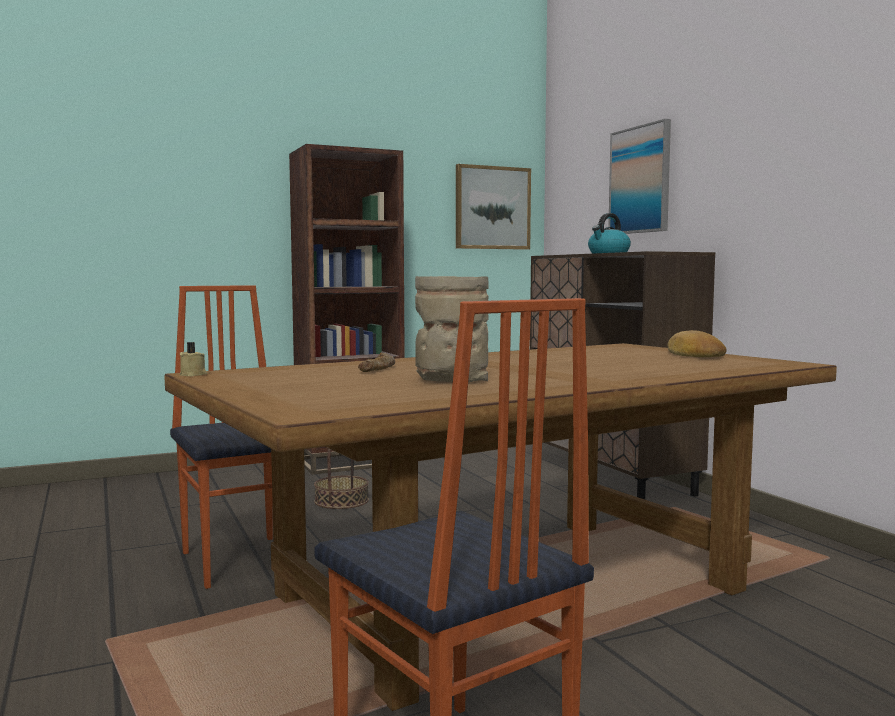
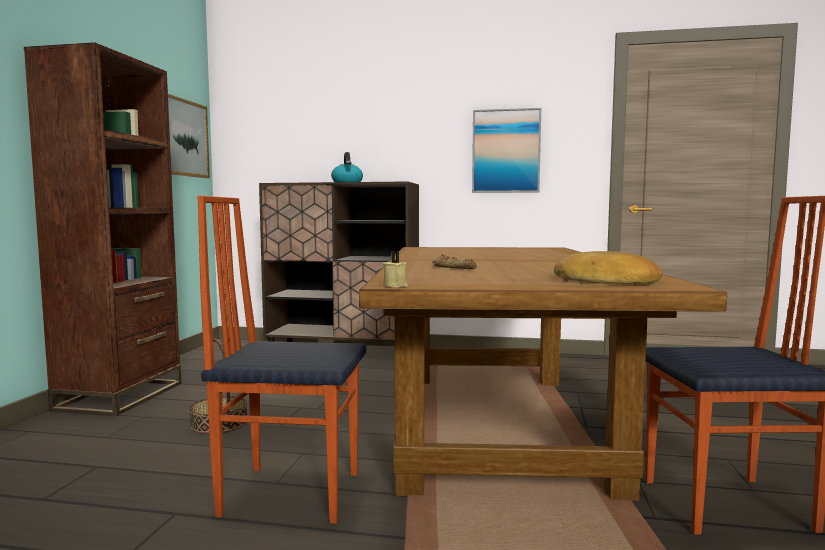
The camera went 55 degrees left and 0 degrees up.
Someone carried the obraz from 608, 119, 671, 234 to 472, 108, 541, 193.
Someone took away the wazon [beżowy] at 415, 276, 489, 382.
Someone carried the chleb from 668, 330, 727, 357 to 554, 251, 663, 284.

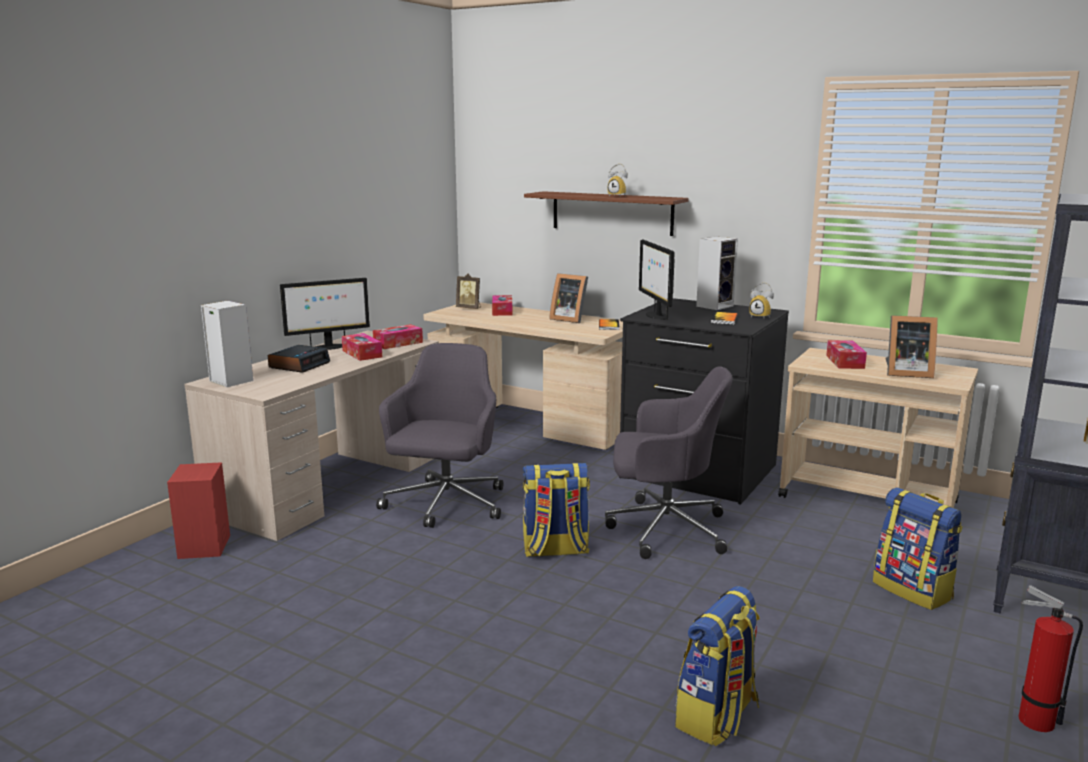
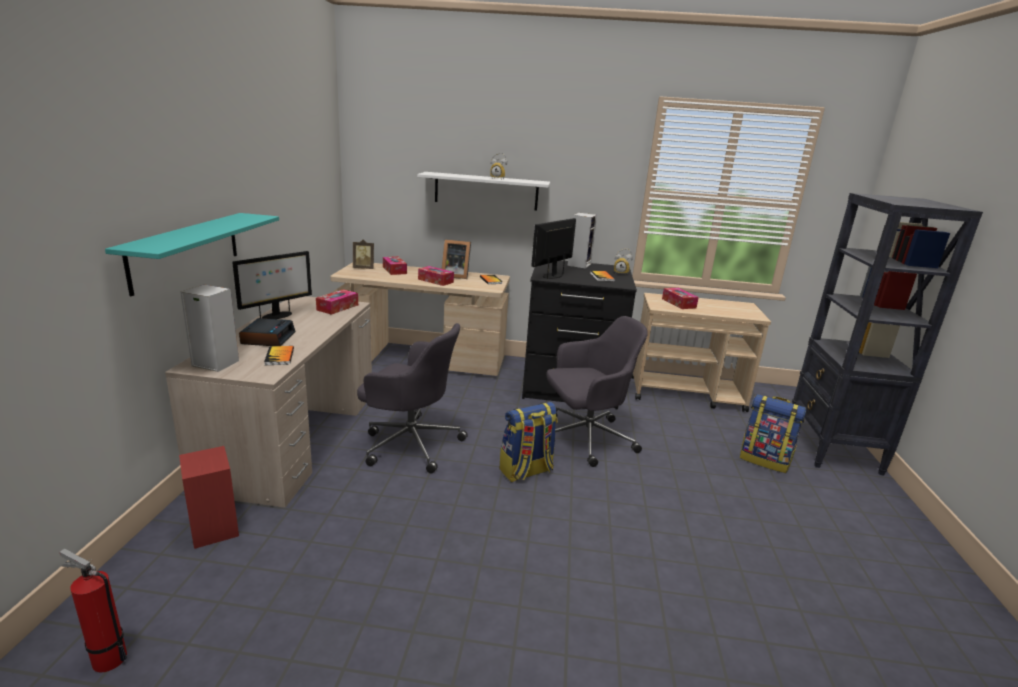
The camera went 25 degrees left and 5 degrees up.
Someone repainted the półka [brązowy] at 524, 191, 688, 236, which became the półka [biały] at 417, 172, 550, 211.
Someone rotated the monitor at 639, 239, 674, 320 by 75 degrees clockwise.
Someone took away the ramka na zdjęcie at 885, 315, 938, 378.
Someone carried the pudełko chusteczek from 342, 333, 382, 361 to 418, 266, 454, 286.
Someone rotated the krzesło biurowe [szary] at 376, 343, 504, 528 by 120 degrees clockwise.
Someone carried the gaśnica from 1018, 585, 1083, 732 to 60, 549, 127, 672.
Someone took away the plecak at 675, 586, 760, 746.
Someone put up the półka [turkusowy] at 105, 213, 279, 296.
Someone put down the książka at 264, 346, 294, 365.

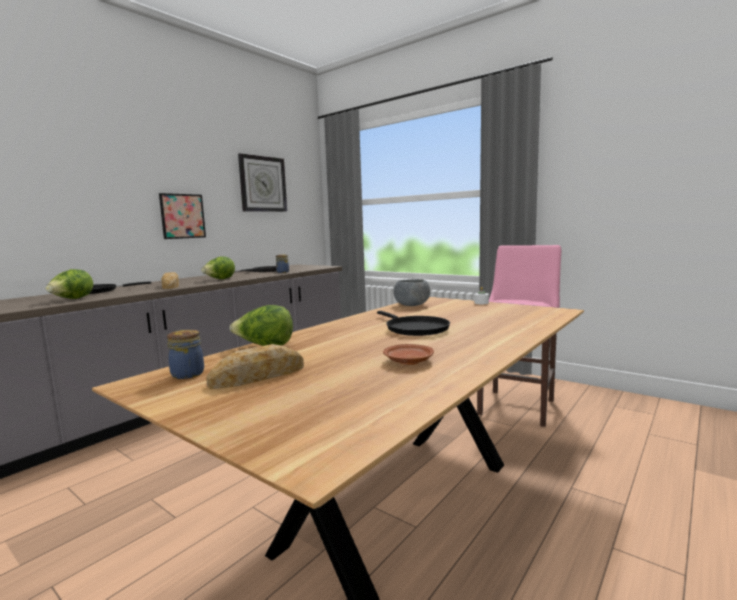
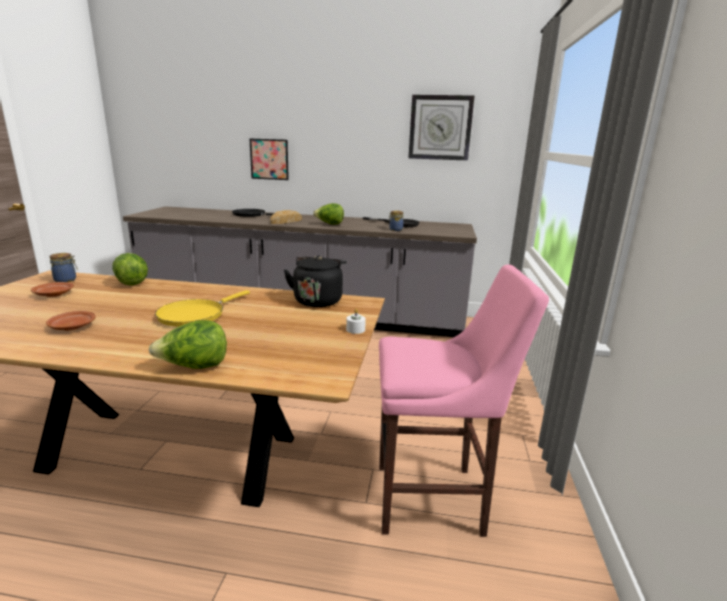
The camera went 60 degrees right and 10 degrees up.
Someone carried the obraz from 159, 193, 206, 239 to 249, 138, 289, 180.
Someone carried the sałata from 46, 269, 93, 299 to 149, 320, 227, 369.
Someone swapped the miska [szary] at 393, 279, 430, 306 for the czajnik [czarny] at 284, 256, 347, 307.
Someone repainted the patelnia [czarny] at 377, 311, 450, 336, which became the patelnia [żółty] at 155, 290, 250, 327.
Someone swapped the chleb at 206, 344, 304, 389 for the talerz [brązowy] at 31, 282, 74, 297.

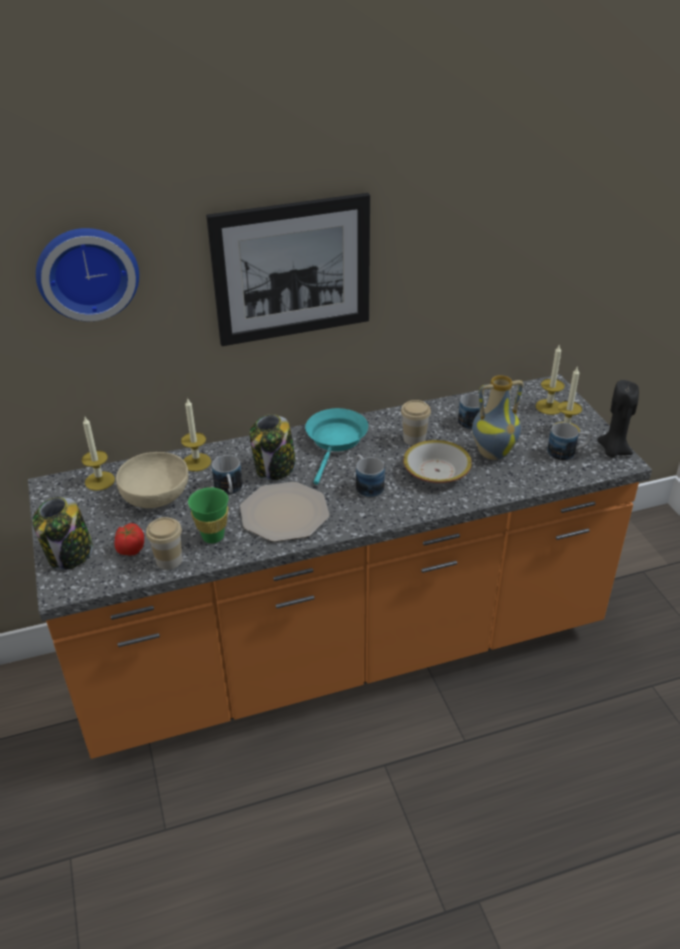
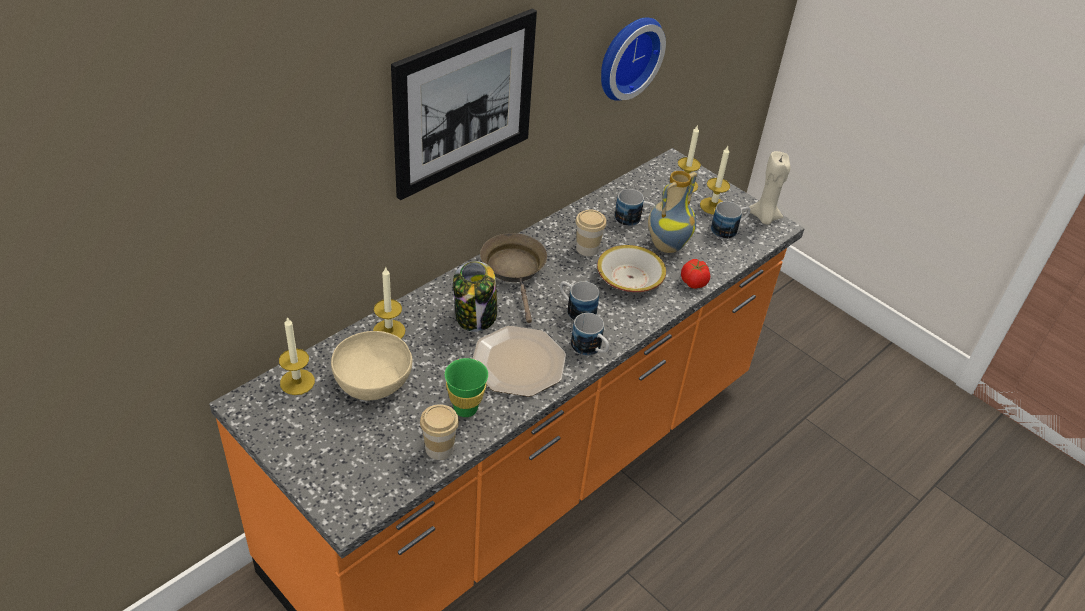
The camera went 30 degrees left and 5 degrees up.
Someone carried the zegar ścienny from 36, 228, 139, 321 to 601, 17, 666, 101.
Someone repainted the świeca [czarny] at 597, 380, 639, 457, which became the świeca [beżowy] at 747, 151, 790, 225.
Someone repainted the patelnia [turkusowy] at 305, 408, 368, 485, which became the patelnia [brązowy] at 480, 233, 547, 323.
Someone carried the kubek from 212, 455, 243, 495 to 571, 313, 609, 356.
Someone took away the słoik at 32, 497, 93, 570.
Someone carried the pomidor from 114, 523, 144, 556 to 681, 259, 710, 289.

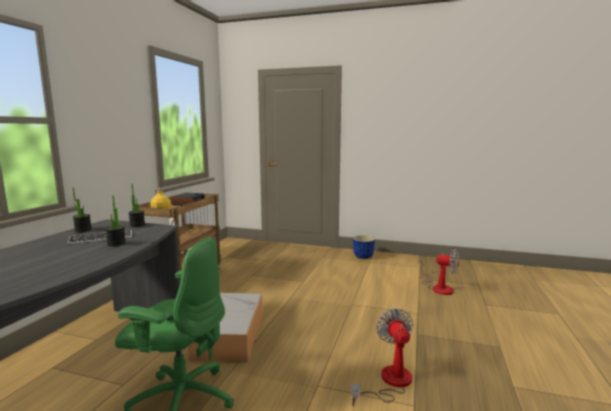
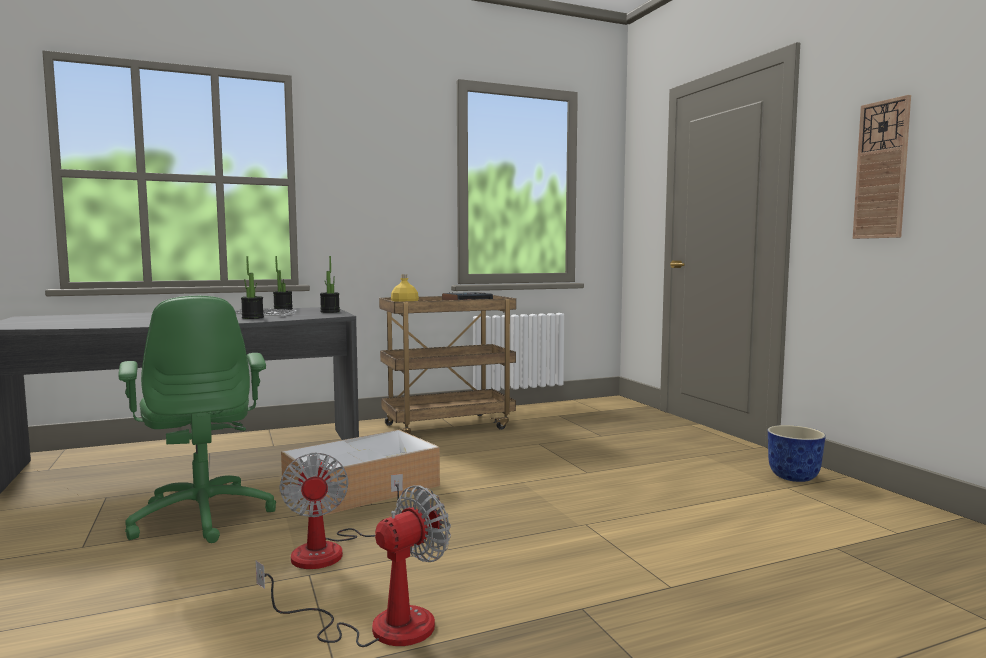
The camera went 50 degrees right and 5 degrees down.
Someone carried the wentylator from 418, 249, 459, 295 to 279, 452, 403, 569.
Someone put up the zegar ścienny at 853, 95, 911, 239.

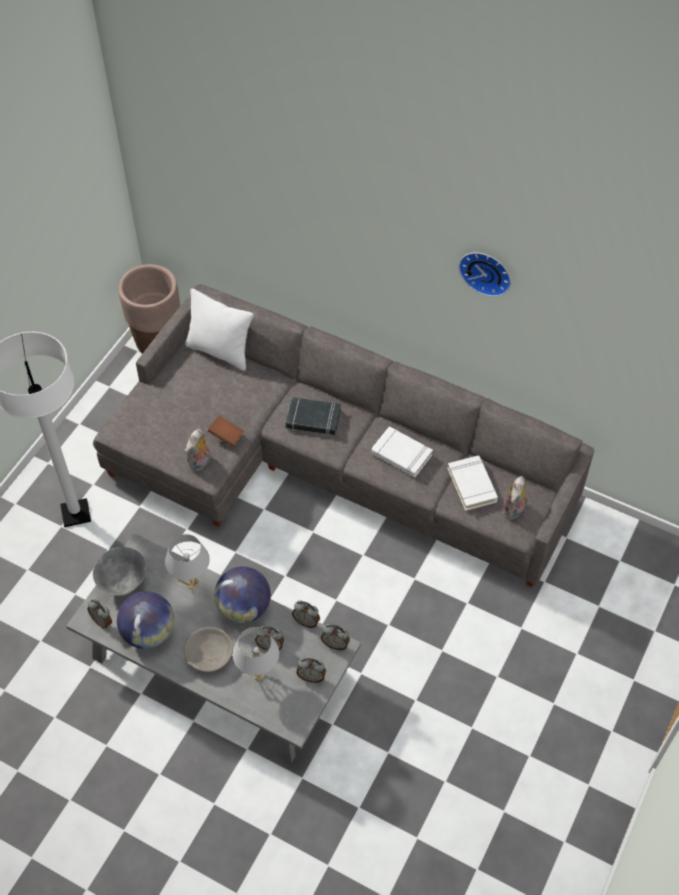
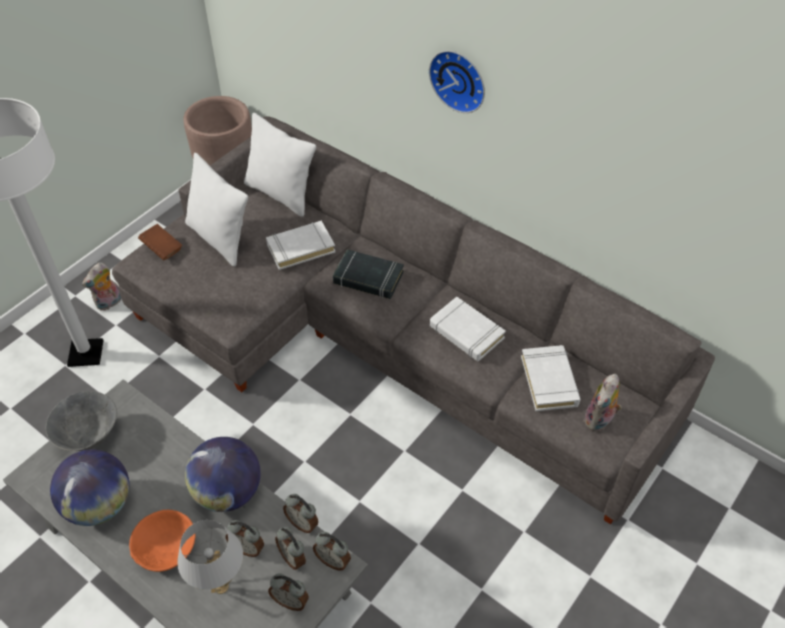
The camera went 10 degrees right and 5 degrees down.
Someone carried the zegar ścienny from 458, 252, 511, 297 to 429, 50, 485, 113.
Someone carried the książka [brązowy] from 208, 415, 244, 447 to 138, 224, 182, 260.
Someone carried the pluszak from 185, 429, 211, 472 to 82, 262, 122, 311.
Someone took away the lampa stołowa [biały] at 165, 534, 210, 589.
Someone carried the budzik from 87, 599, 112, 629 to 275, 527, 306, 570.
Someone repainted the miska [szary] at 184, 627, 233, 672, which became the miska [pomarańczowy] at 129, 510, 196, 572.
Someone put down the poduszka [biały] at 185, 153, 248, 267.
Someone put down the książka [biały] at 266, 221, 335, 270.

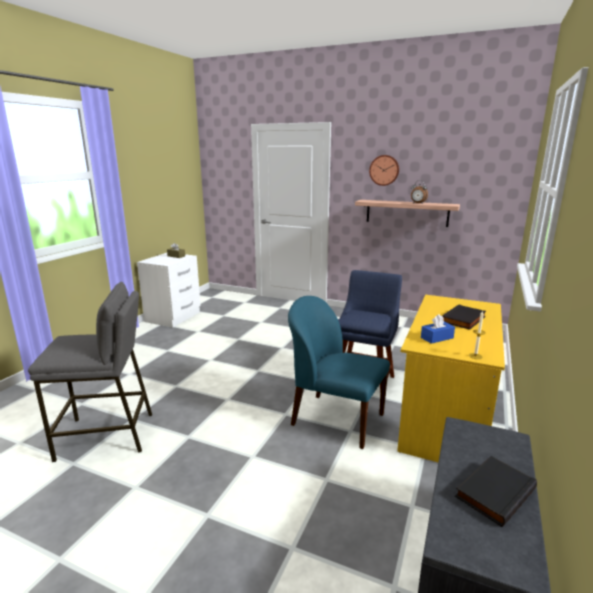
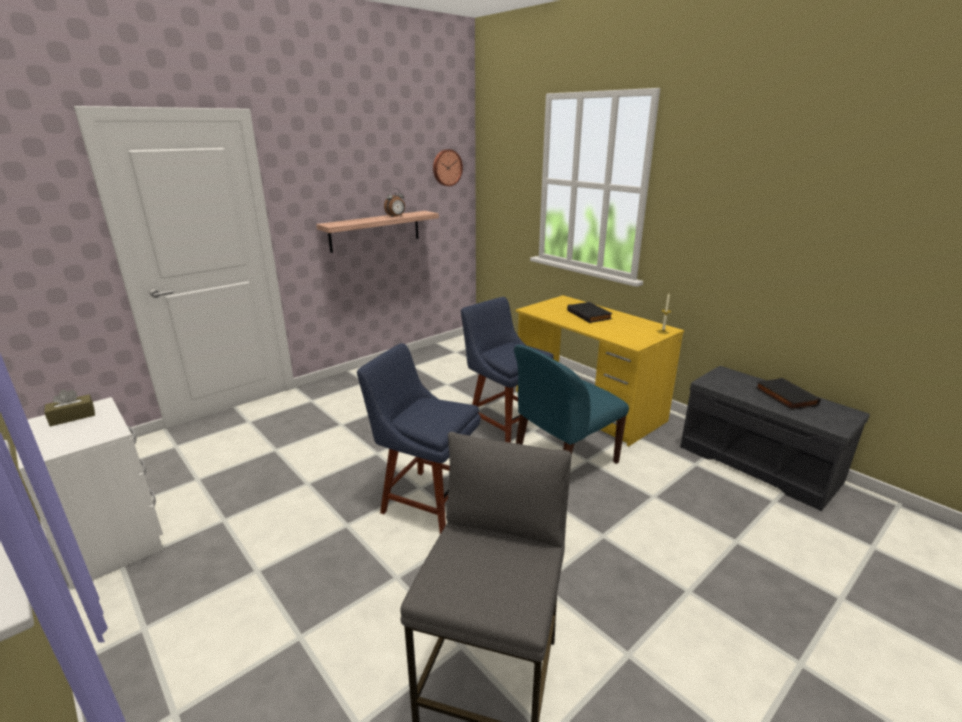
The camera went 65 degrees left and 5 degrees up.
Someone carried the zegar ścienny from 369, 155, 399, 186 to 433, 149, 463, 186.
Someone took away the pudełko chusteczek [niebieski] at 421, 314, 455, 344.
Someone put down the krzesło [niebieski] at 357, 343, 481, 534.

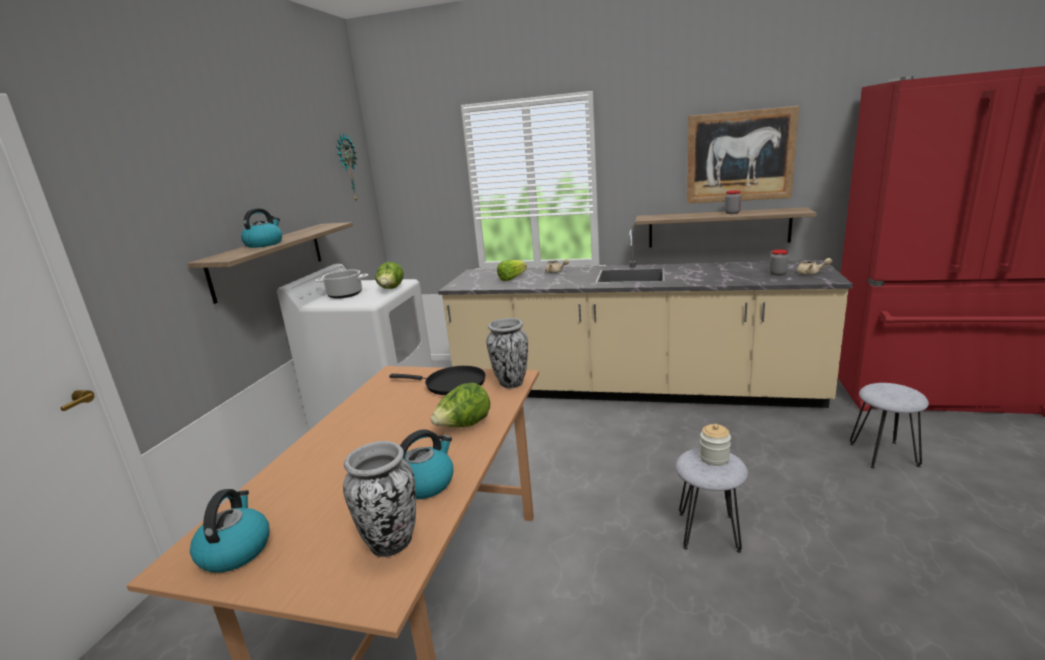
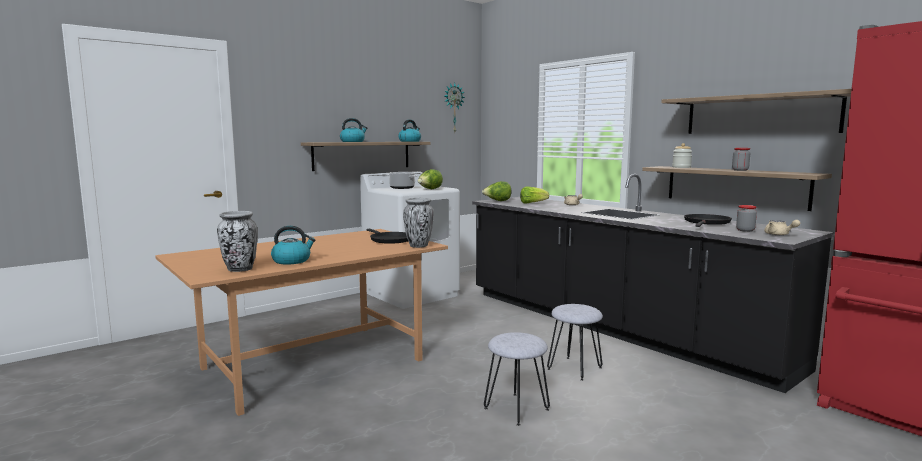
The camera went 35 degrees right and 10 degrees down.
Someone swapped the obraz at 687, 106, 799, 204 for the półka at 661, 89, 851, 134.
Someone repainted the zabudowa kuchenna [beżowy] at 438, 229, 853, 408, which became the zabudowa kuchenna [czarny] at 472, 174, 834, 393.
Someone carried the sałata from 430, 383, 490, 427 to 482, 181, 511, 201.
Someone carried the stołek [szary] from 850, 383, 929, 468 to 547, 304, 603, 381.
Someone carried the słoik from 700, 424, 731, 466 to 672, 143, 692, 168.
Someone carried the czajnik from 190, 489, 270, 573 to 399, 120, 421, 142.
Someone put down the patelnia [czarny] at 684, 214, 732, 227.

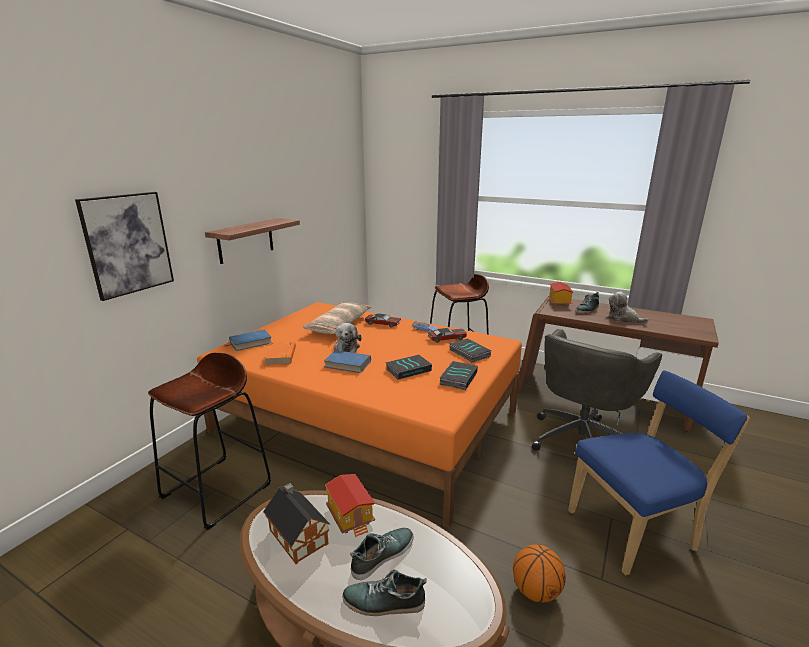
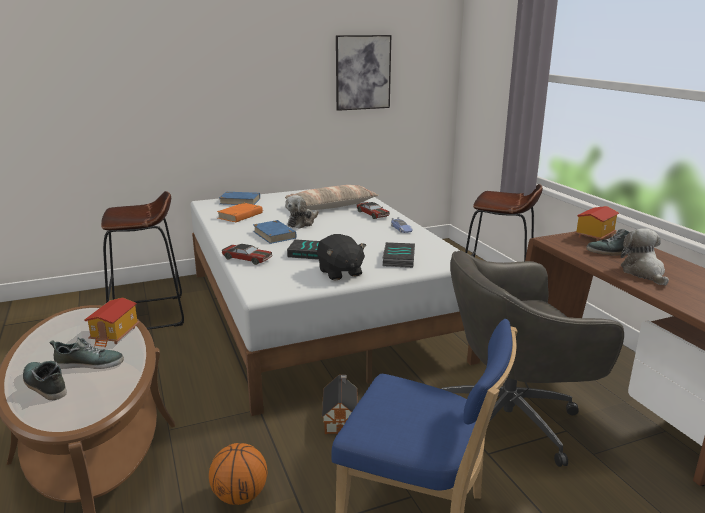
The camera went 40 degrees right and 0 degrees up.
Someone carried the obraz from 75, 192, 174, 301 to 336, 35, 391, 111.
Someone took away the półka at 205, 218, 300, 264.
Someone repainted the łóżko [pomarańczowy] at 197, 302, 522, 527, which became the łóżko [biały] at 190, 189, 480, 416.
Someone carried the samochodzik from 428, 328, 467, 343 to 222, 244, 272, 265.
Someone swapped the książka at 439, 361, 478, 390 for the pluszak [czarny] at 317, 234, 367, 281.
Someone carried the domek from 263, 483, 330, 564 to 322, 375, 358, 434.

